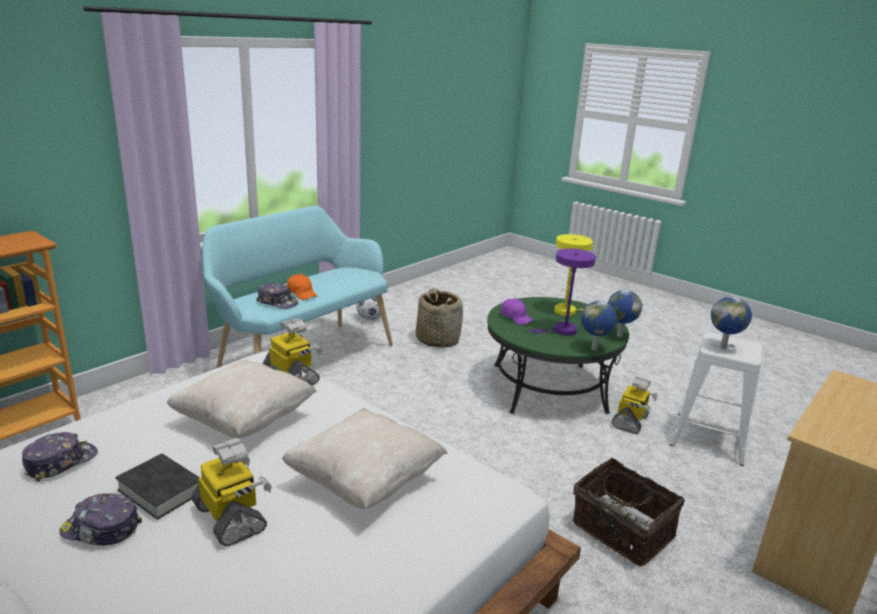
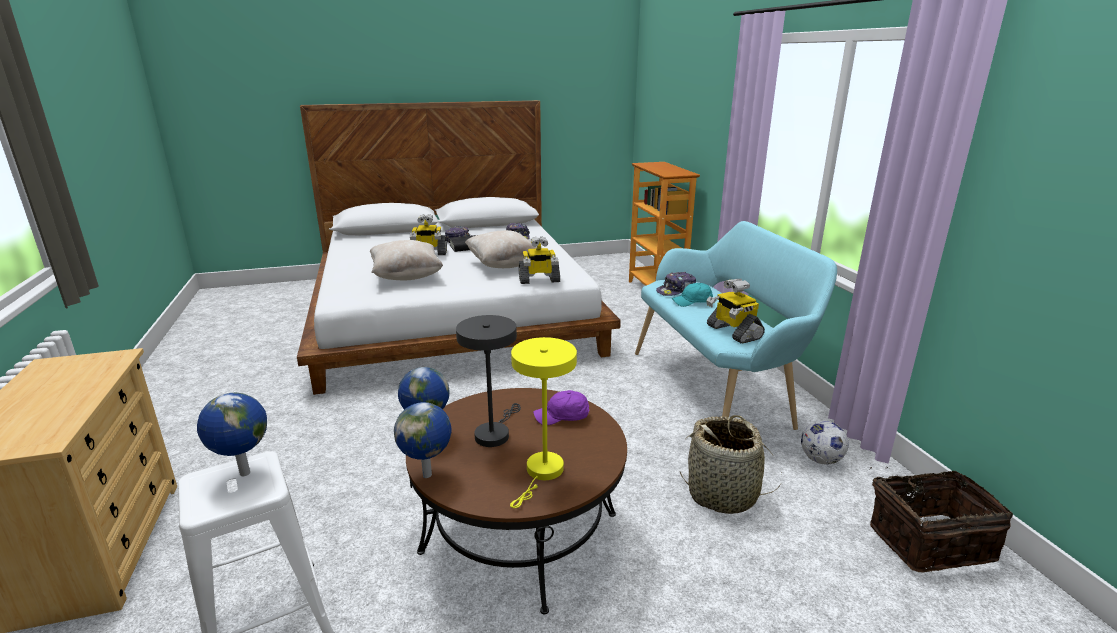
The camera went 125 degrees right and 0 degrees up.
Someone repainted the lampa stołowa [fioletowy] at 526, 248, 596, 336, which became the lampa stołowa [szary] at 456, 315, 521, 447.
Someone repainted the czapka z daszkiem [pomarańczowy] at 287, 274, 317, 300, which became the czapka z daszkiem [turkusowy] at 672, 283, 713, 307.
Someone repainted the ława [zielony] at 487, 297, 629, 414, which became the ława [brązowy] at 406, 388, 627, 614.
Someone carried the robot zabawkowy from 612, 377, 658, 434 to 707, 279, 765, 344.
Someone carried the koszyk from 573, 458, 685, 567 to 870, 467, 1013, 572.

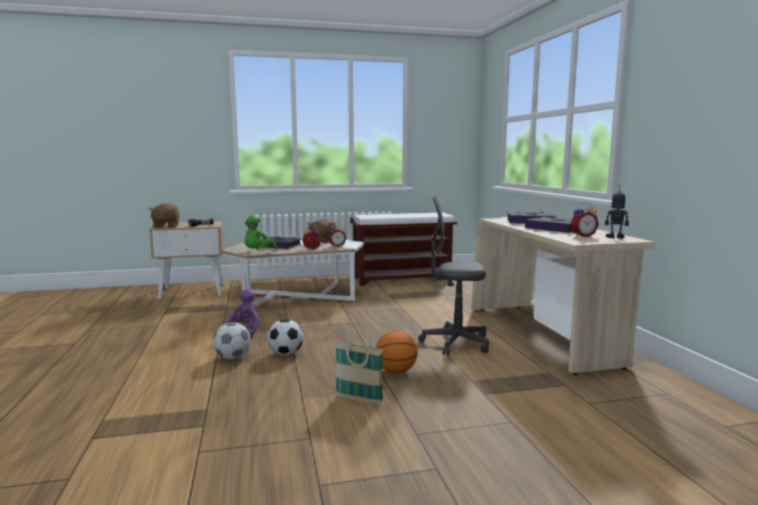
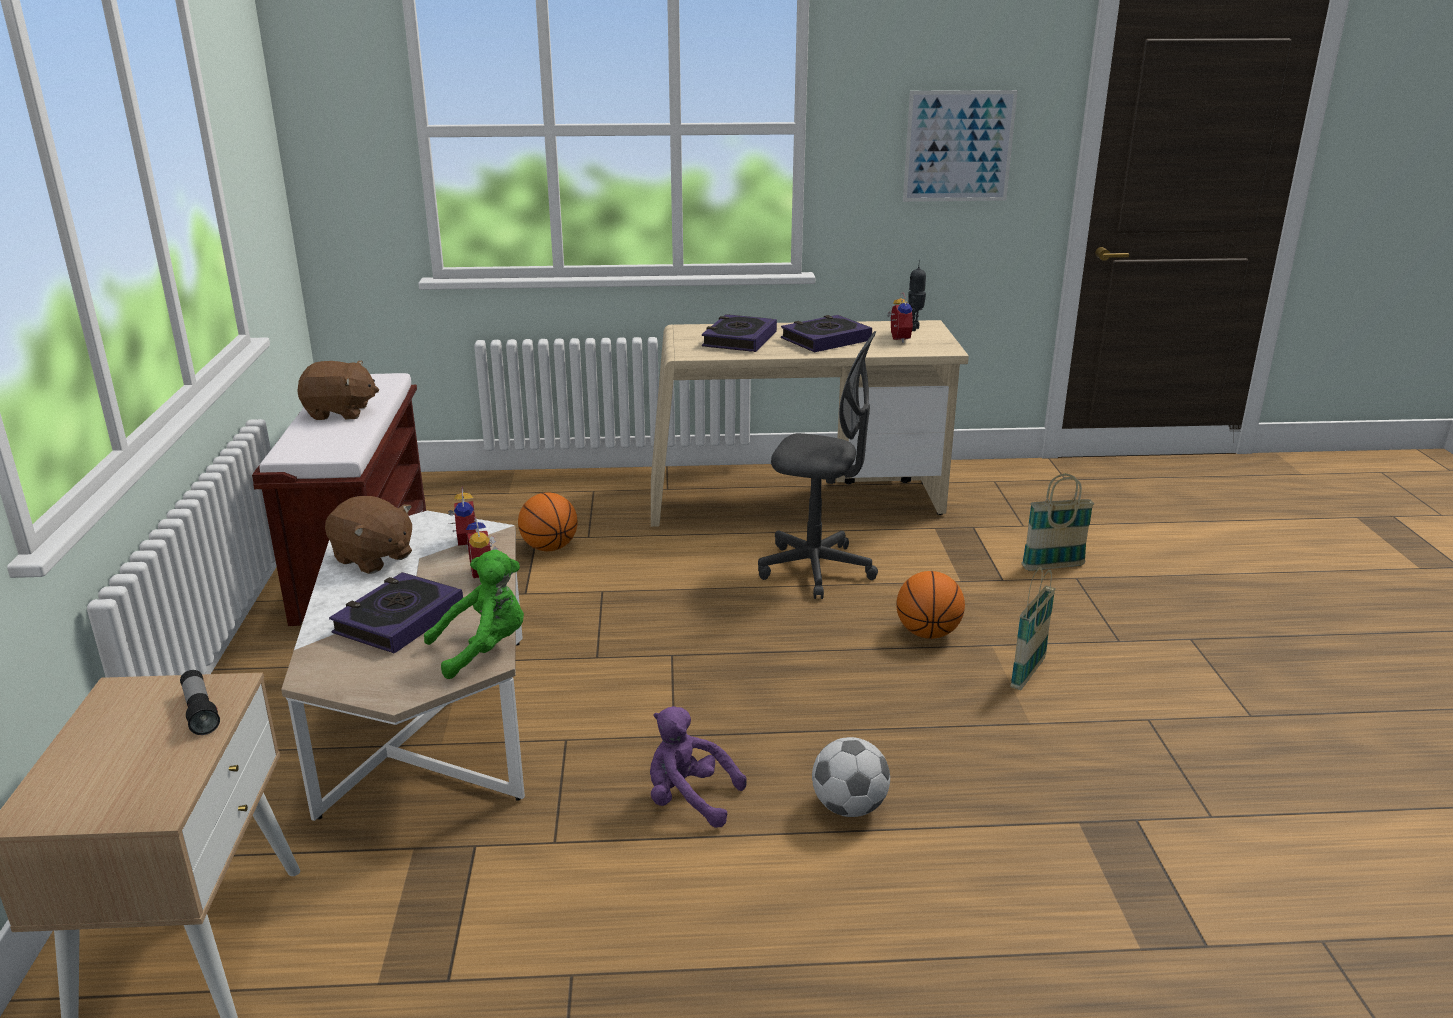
The camera went 80 degrees left and 15 degrees up.
Someone rotated the krzesło biurowe [szary] at 418, 194, 489, 356 by 90 degrees counterclockwise.
Someone carried the pluszak [brązowy] from 149, 203, 179, 228 to 297, 361, 379, 420.
Someone rotated the pluszak [zielony] at 245, 216, 277, 250 by 60 degrees counterclockwise.
Someone took away the piłka futbolowa at 267, 319, 303, 355.
Someone put up the obraz at 903, 90, 1018, 202.
Someone put down the koszyk at 1021, 474, 1095, 570.
Someone put down the piłka do koszykówki at 518, 493, 578, 551.

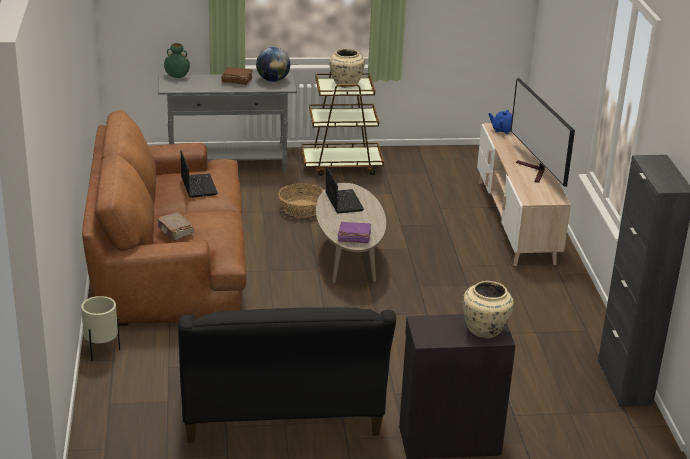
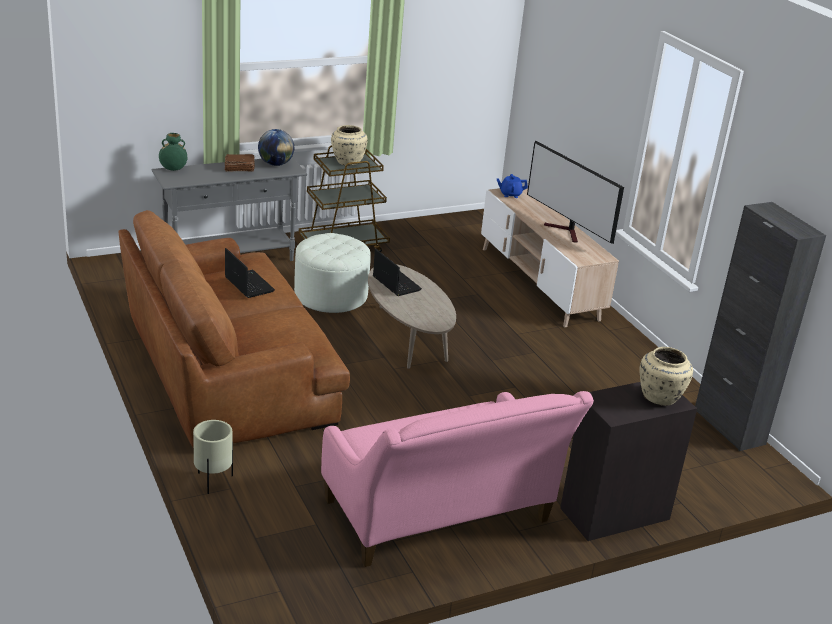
The camera went 20 degrees left and 0 degrees up.
Someone swapped the koszyk at 279, 183, 324, 217 for the pufa [biały] at 294, 233, 371, 313.
Someone took away the książka [brązowy] at 156, 212, 194, 241.
Someone took away the książka [fioletowy] at 338, 222, 371, 243.
Someone repainted the kanapa [czarny] at 178, 307, 396, 443, which became the kanapa [różowy] at 321, 391, 594, 567.

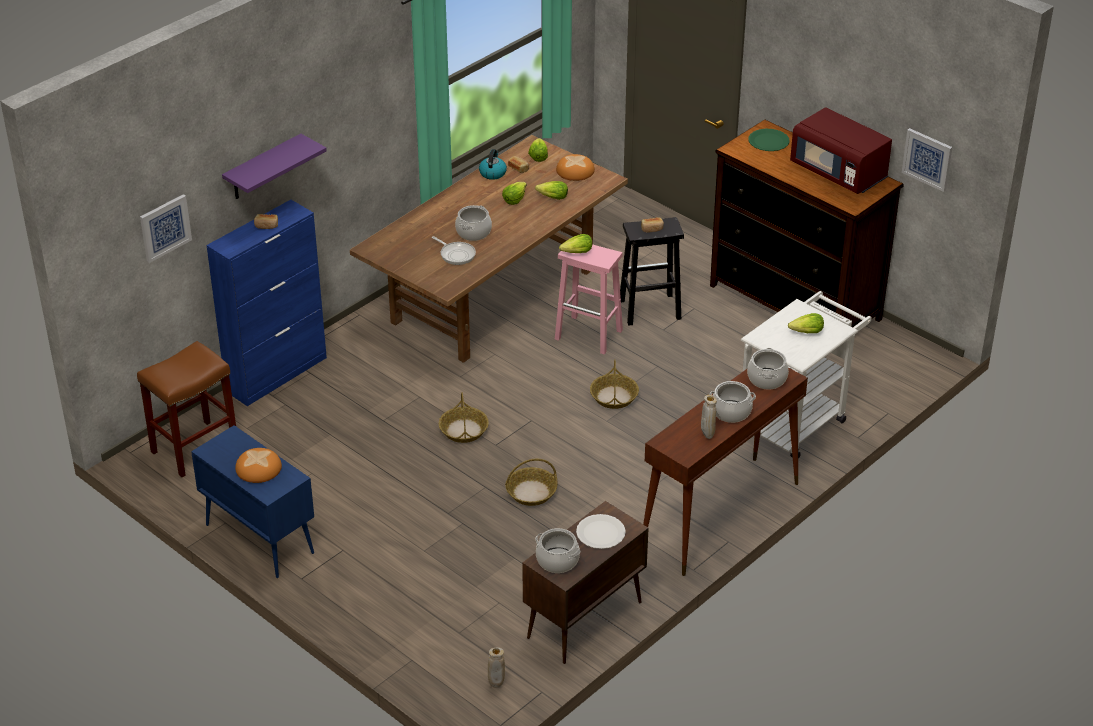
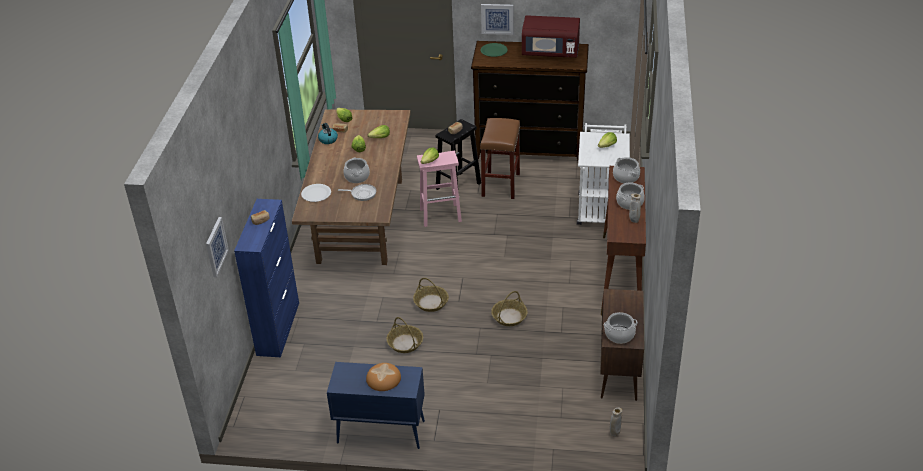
The camera went 35 degrees left and 0 degrees up.
Someone carried the obraz from 902, 128, 952, 192 to 481, 4, 514, 35.
Someone took away the półka [fioletowy] at 222, 134, 327, 199.
Someone took away the chleb at 556, 154, 595, 181.
Someone carried the stołek [brązowy] from 137, 341, 236, 477 to 480, 118, 520, 199.
Someone carried the koszyk from 590, 359, 639, 409 to 386, 317, 423, 353.
Someone carried the talerz [biały] from 576, 514, 626, 549 to 301, 184, 331, 202.

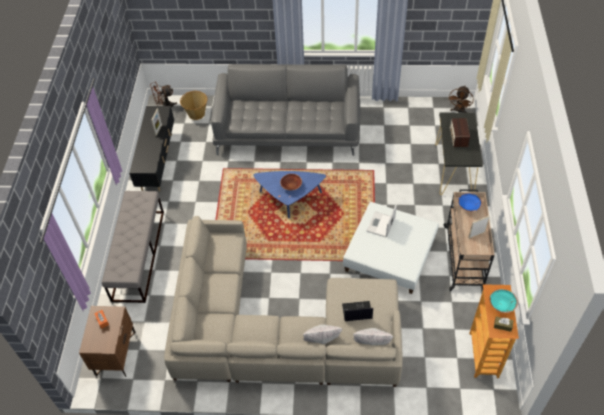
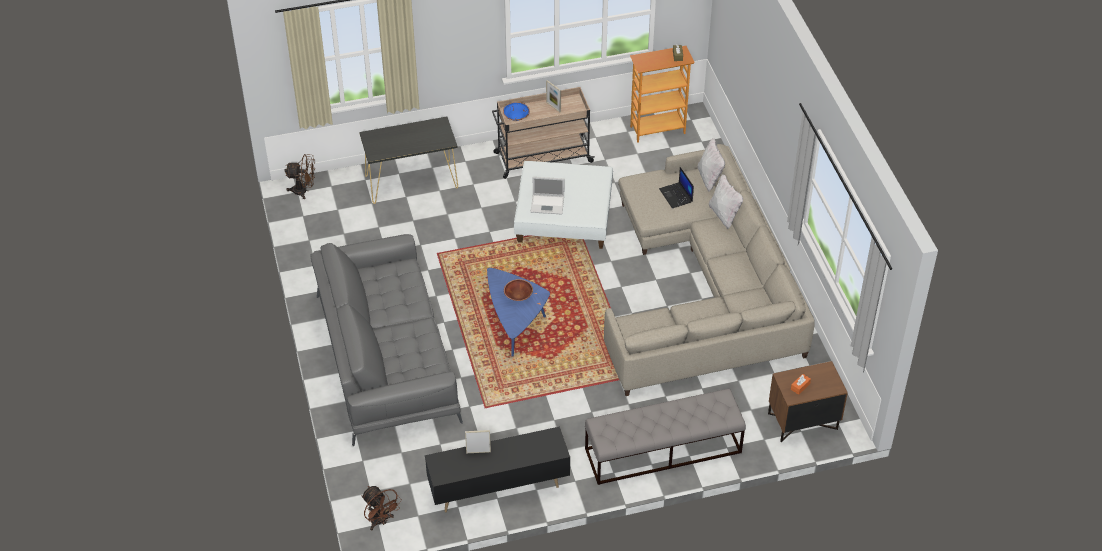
The camera went 110 degrees left and 5 degrees down.
Someone took away the koszyk at 180, 91, 207, 120.
Someone took away the radio at 450, 118, 470, 147.
Someone took away the miska [turkusowy] at 489, 289, 518, 313.

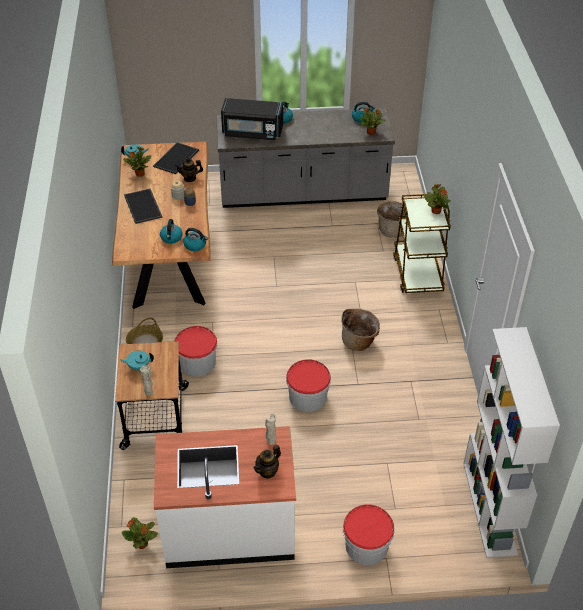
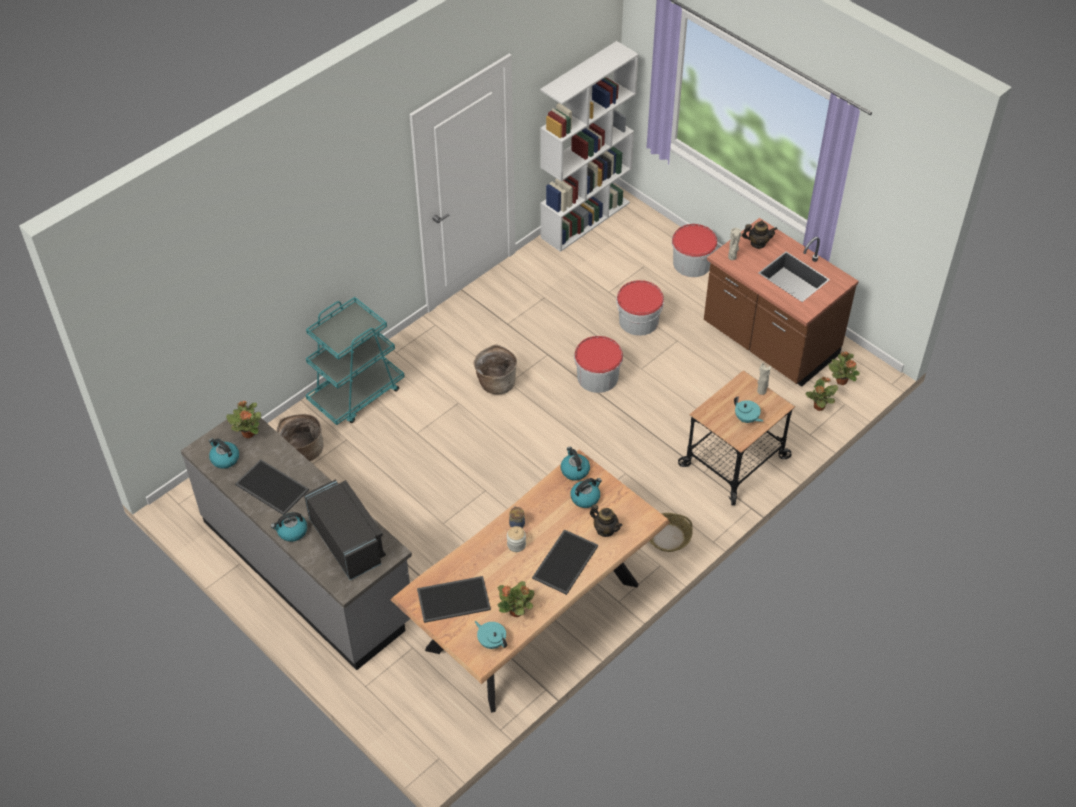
The camera went 130 degrees left and 5 degrees up.
Someone carried the imbryk from 175, 158, 203, 182 to 590, 504, 622, 537.
Someone carried the roślina doniczkowa from 424, 184, 451, 214 to 806, 377, 838, 411.
Someone repainted the wózek [brązowy] at 393, 194, 451, 293, which became the wózek [turkusowy] at 306, 297, 405, 425.
Someone carried the wiadro from 174, 326, 217, 377 to 616, 280, 664, 336.
Someone repainted the zabudowa kuchenna [biały] at 154, 426, 296, 568, which became the zabudowa kuchenna [brązowy] at 704, 218, 859, 387.
Someone put down the taca at 235, 459, 309, 515.

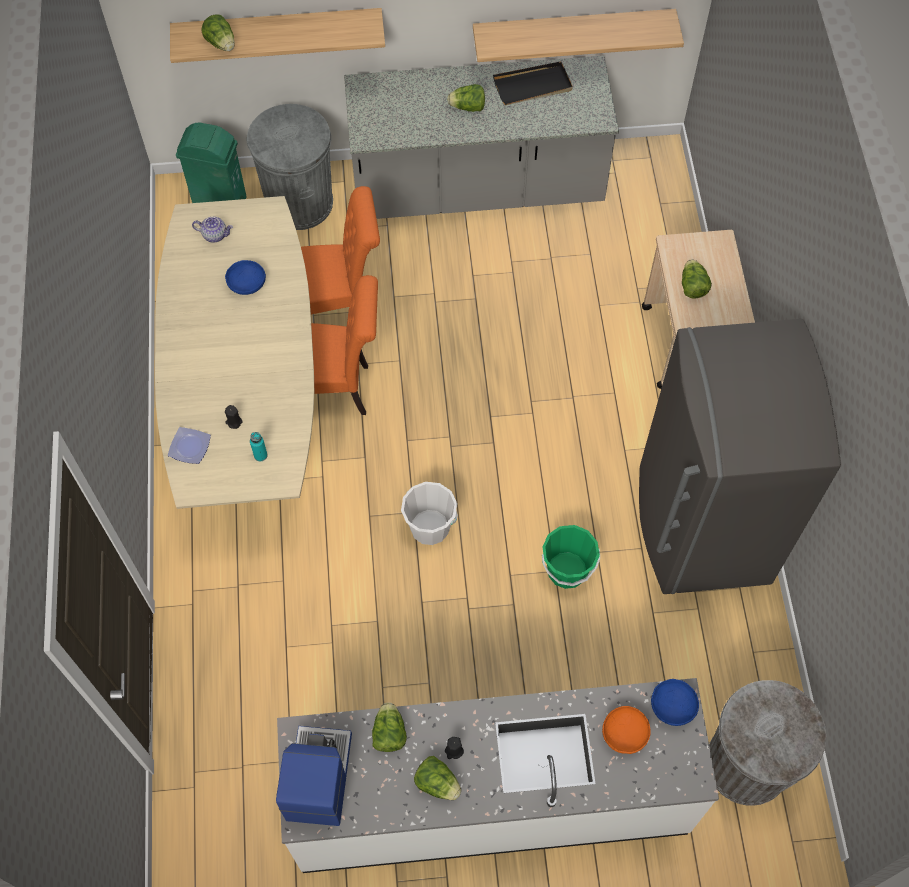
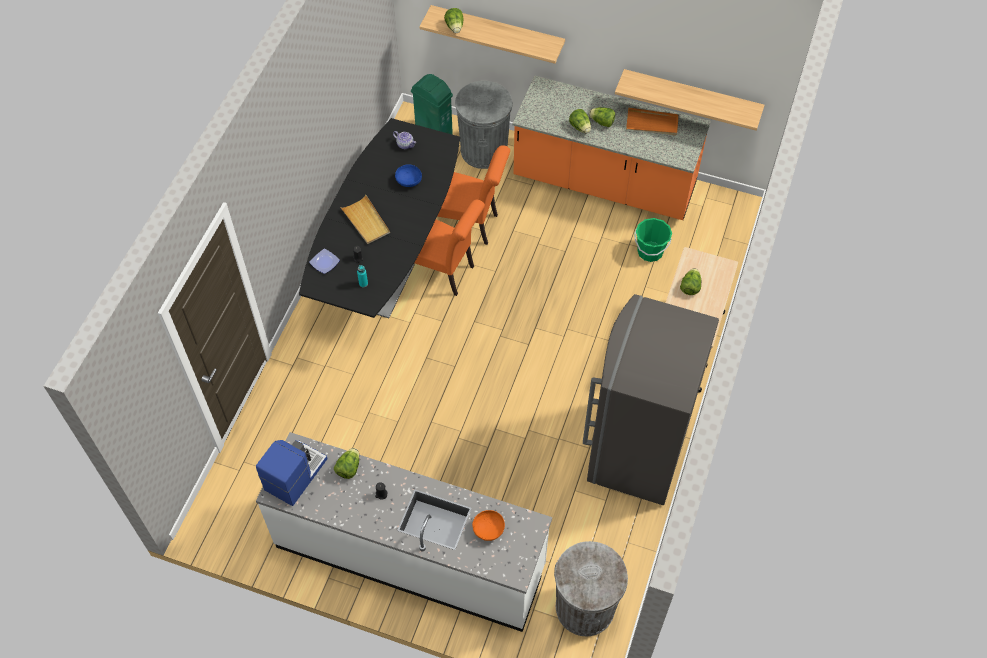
The camera went 25 degrees right and 5 degrees down.
Someone repainted the zabudowa kuchenna [szary] at 344, 56, 619, 219, which became the zabudowa kuchenna [pomarańczowy] at 513, 75, 711, 220.
Someone repainted the taca [czarny] at 493, 62, 573, 105, which became the taca [pomarańczowy] at 626, 107, 678, 135.
Someone repainted the stół jadalny [beżowy] at 155, 196, 314, 509, which became the stół jadalny [czarny] at 299, 118, 460, 318.
Someone took away the wiadro [biały] at 401, 482, 458, 545.
Someone carried the wiadro [zielony] from 542, 525, 600, 589 to 634, 218, 672, 262.
Someone took away the miska [niebieski] at 651, 679, 699, 726.
Someone carried the sałata from 414, 756, 462, 800 to 569, 109, 591, 133.
Someone put down the taca [beżowy] at 340, 195, 390, 244.

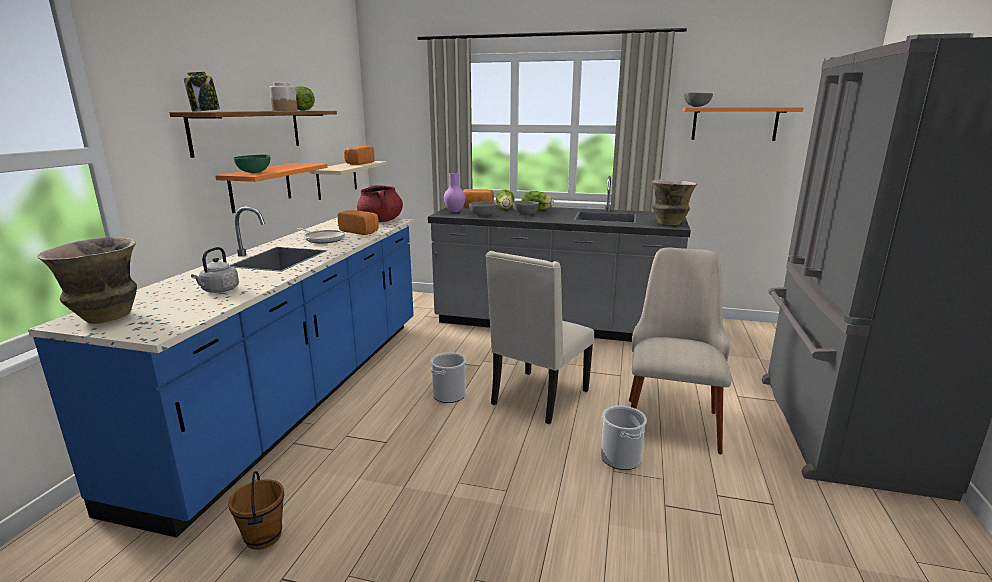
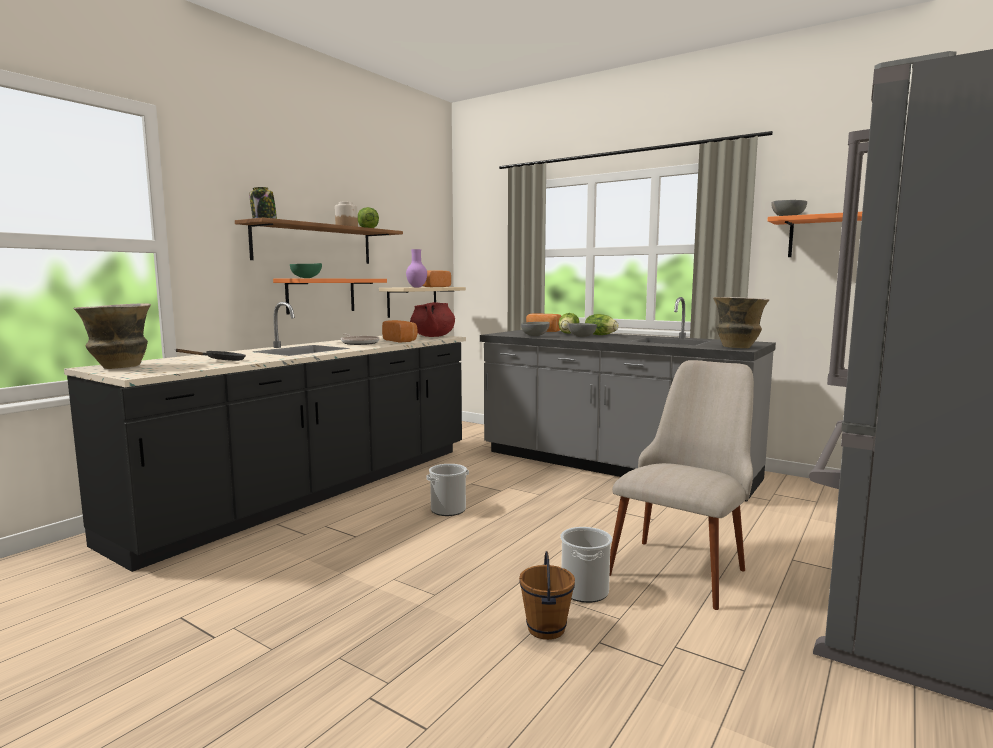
The camera went 20 degrees right and 10 degrees down.
Someone carried the wazon [fioletowy] from 444, 173, 465, 212 to 406, 249, 427, 287.
Someone repainted the zabudowa kuchenna [niebieski] at 28, 206, 414, 538, which became the zabudowa kuchenna [czarny] at 64, 302, 466, 572.
Someone swapped the czajnik [szary] at 191, 247, 239, 293 for the patelnia [czarny] at 175, 349, 246, 361.
Someone took away the krzesło [beżowy] at 486, 251, 594, 424.
Someone carried the wiadro [brązowy] from 228, 471, 284, 550 to 519, 551, 575, 640.

